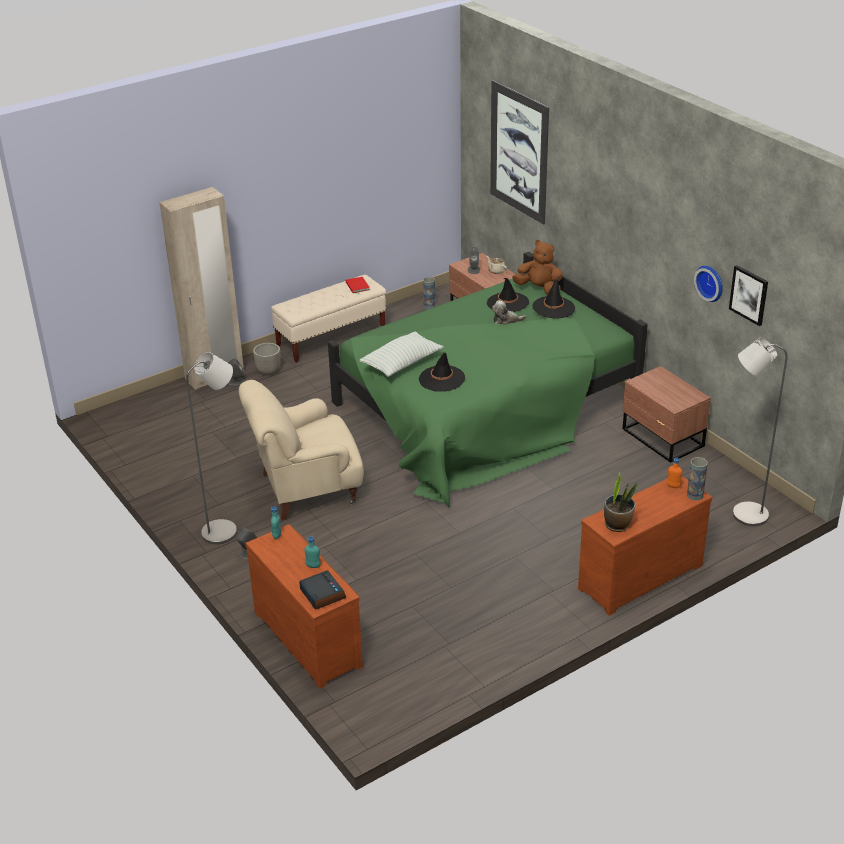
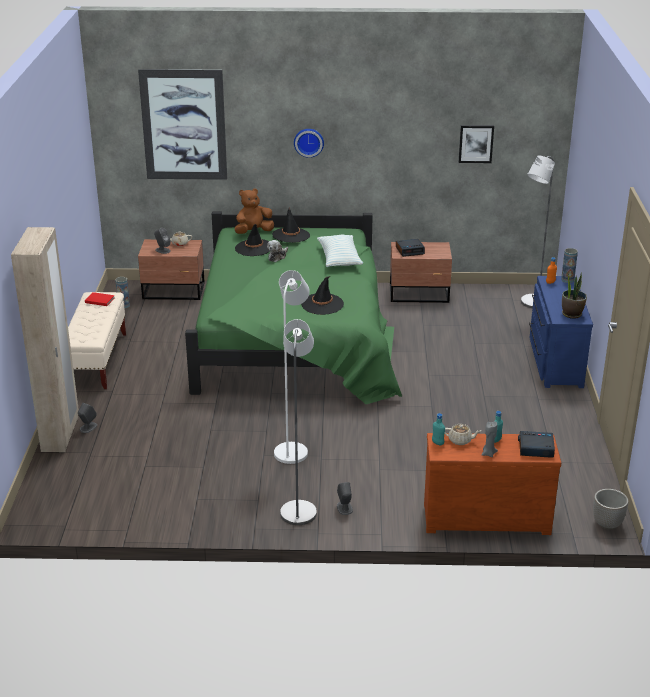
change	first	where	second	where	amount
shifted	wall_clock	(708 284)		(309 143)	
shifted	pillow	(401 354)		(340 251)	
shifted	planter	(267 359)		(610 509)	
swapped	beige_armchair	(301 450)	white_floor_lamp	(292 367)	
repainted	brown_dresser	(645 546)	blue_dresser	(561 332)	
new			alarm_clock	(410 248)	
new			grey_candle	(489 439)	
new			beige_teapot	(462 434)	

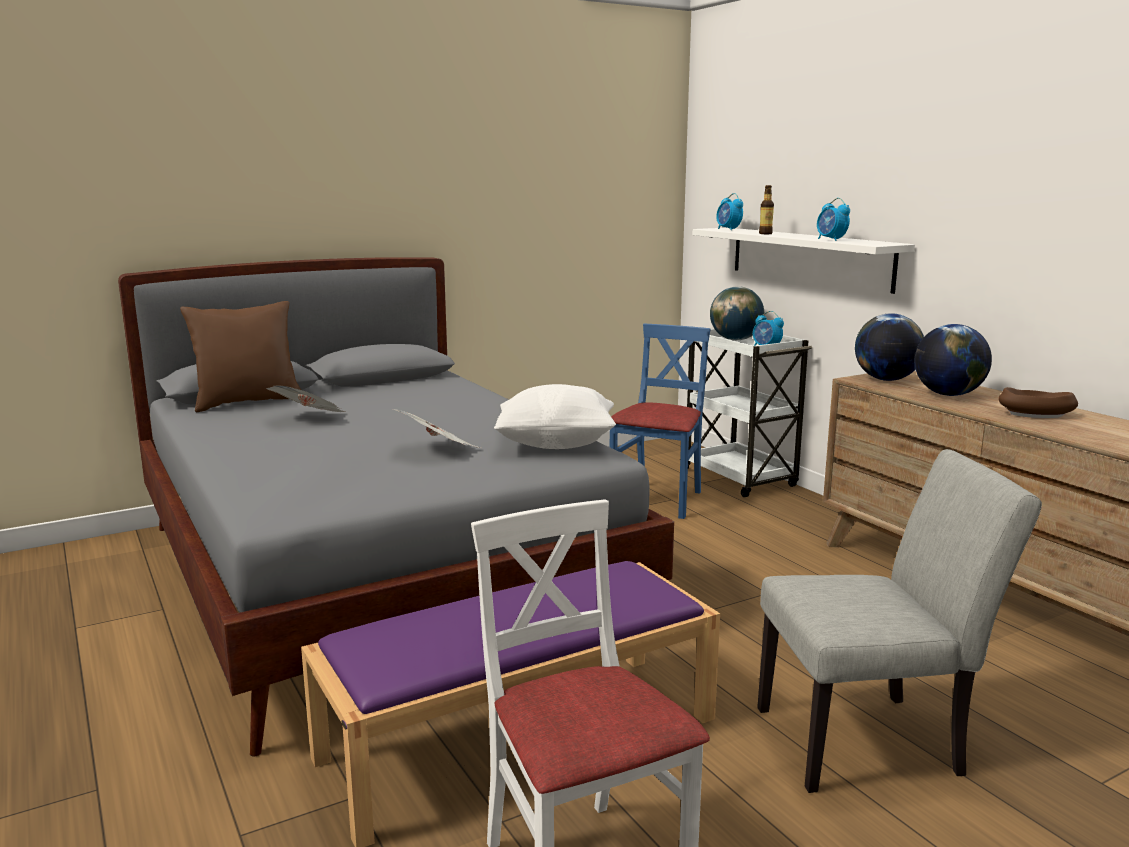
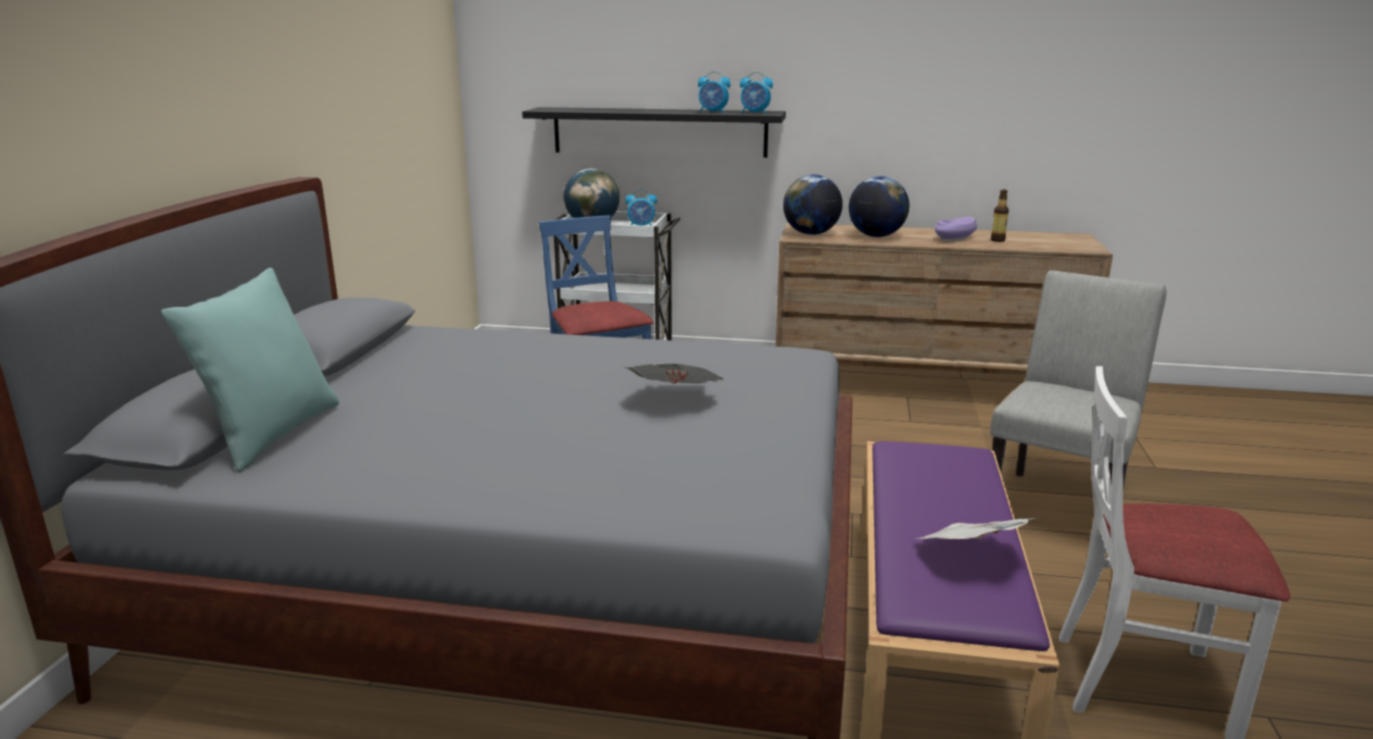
change	first	where	second	where	amount
shifted	bottle	(766 209)		(1000 215)	
shifted	alarm_clock	(729 211)		(756 93)	
repainted	white_shelf	(804 261)	black_shelf	(654 132)	
repainted	brown_pillow	(240 356)	turquoise_pillow	(250 370)	
gone	white_pillow	(555 416)			
shifted	newspaper	(306 399)		(975 529)	
repainted	brown_bowl	(1038 402)	purple_bowl	(956 229)	

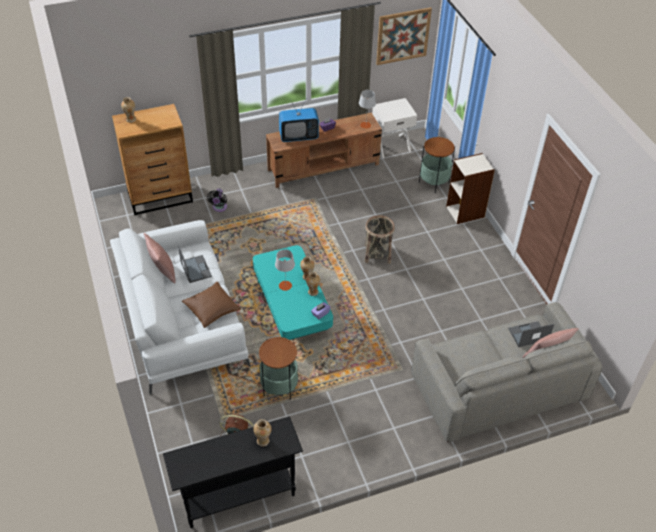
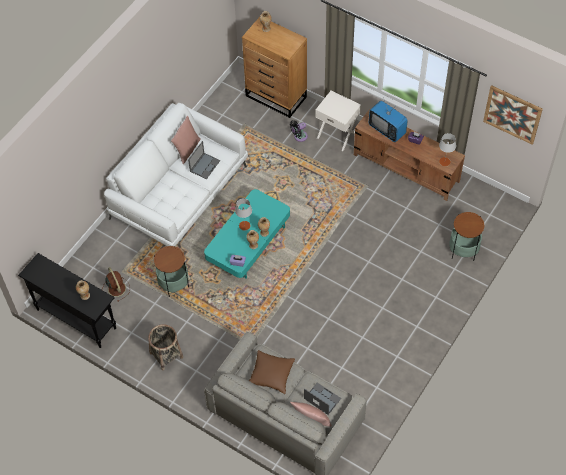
change	first	where	second	where	amount
shifted	white_nightstand	(394 128)		(338 121)	
gone	bookcase	(470 188)			
shifted	basket	(380 239)		(165 347)	
shifted	brown_pillow	(211 305)		(272 372)	

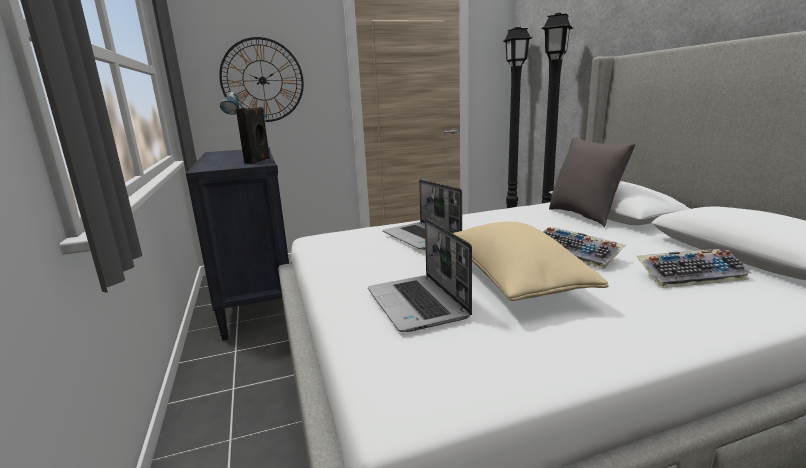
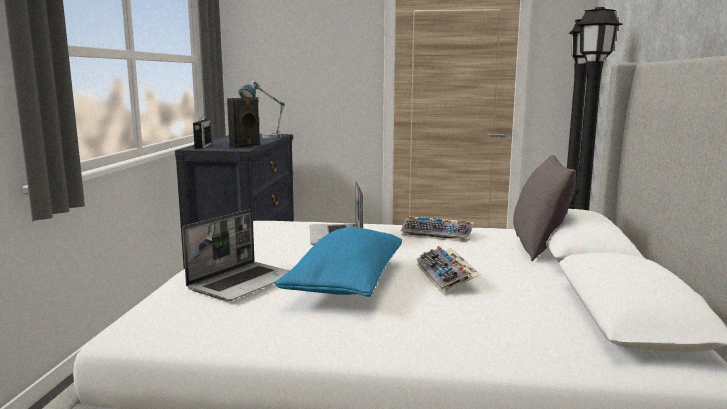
change	first	where	second	where	amount
gone	wall_clock	(261 79)			
rotated	laptop	(420 275)		(235 255)	150 degrees counterclockwise
repainted	beige_pillow	(531 261)	blue_pillow	(338 262)	
shifted	keyboard	(694 268)		(437 229)	
new			radio	(202 132)	

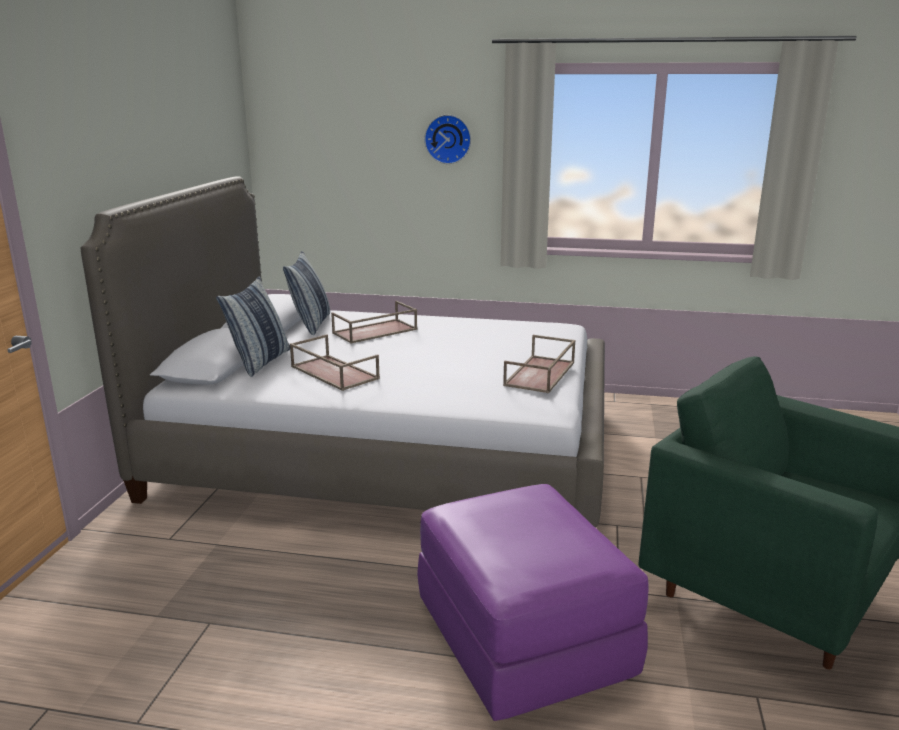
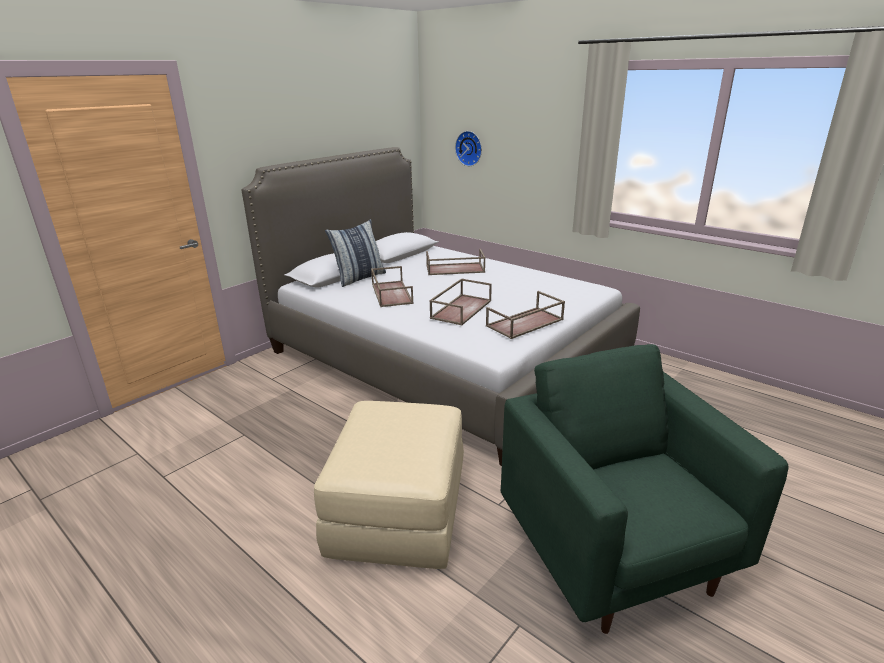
change	first	where	second	where	amount
shifted	wall_clock	(447 139)		(468 148)	
gone	pillow	(306 293)			
repainted	purple_ottoman	(532 602)	beige_ottoman	(389 485)	
new			brown_tray	(460 301)	

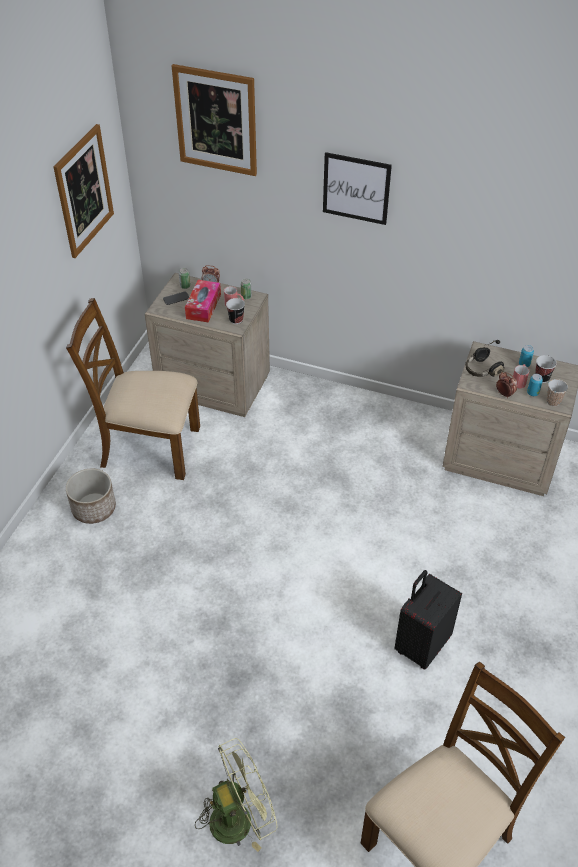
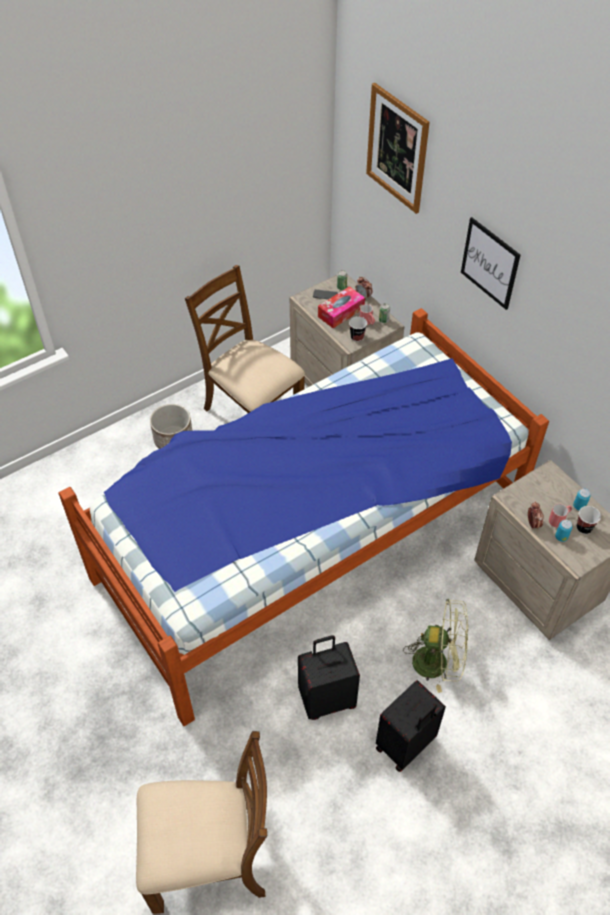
change	first	where	second	where	amount
gone	picture	(84 191)			
gone	black_headphones	(485 358)			
gone	cup	(557 393)			
shifted	green_fan	(236 795)		(435 646)	
new			bed	(303 517)	
new			black_suitcase	(411 726)	

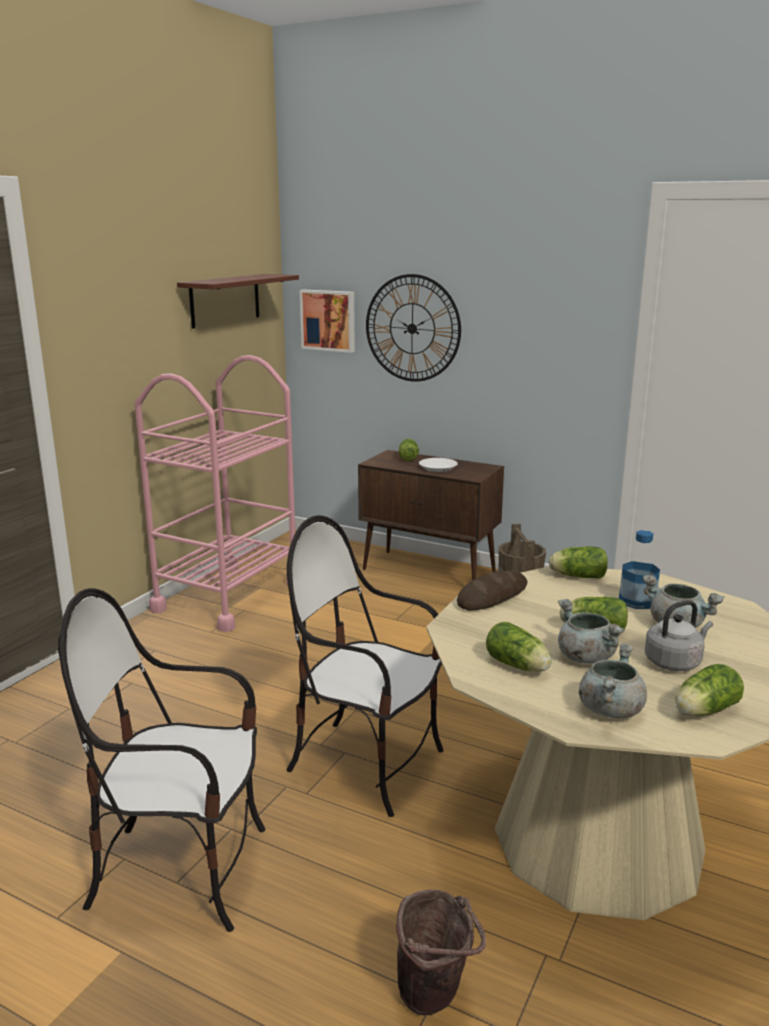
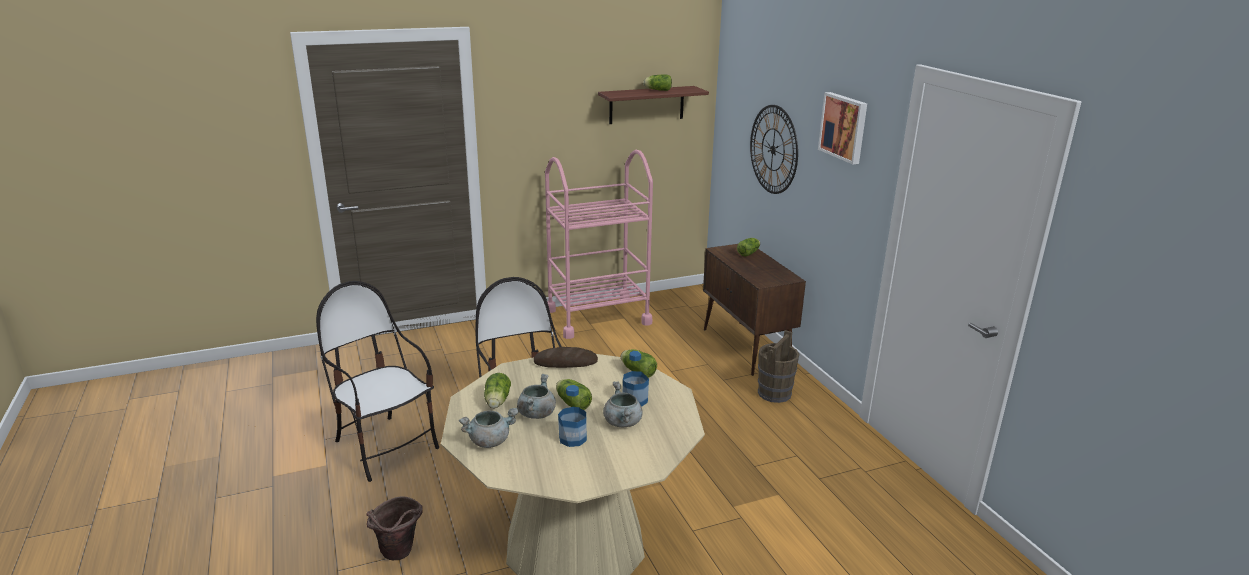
change	first	where	second	where	amount
shifted	picture	(327 321)		(842 128)	
gone	white_plate	(438 465)			
swapped	grey_kettle	(679 635)	bottle	(572 416)	
shifted	lettuce	(709 690)		(657 82)	

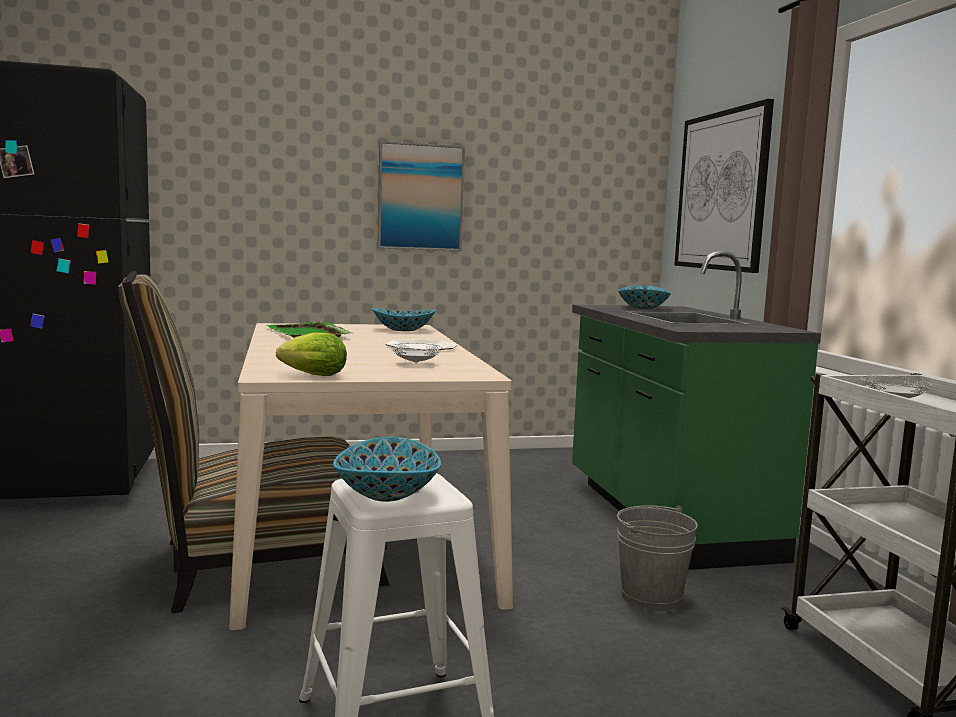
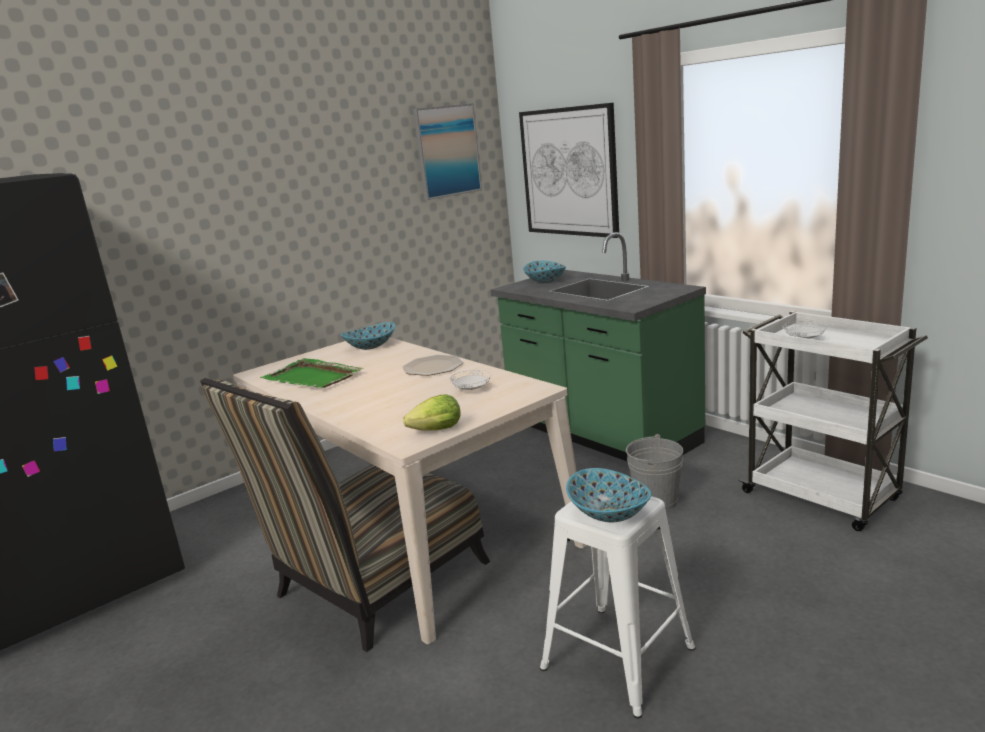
change	first	where	second	where	amount
shifted	picture	(421 196)		(447 151)	

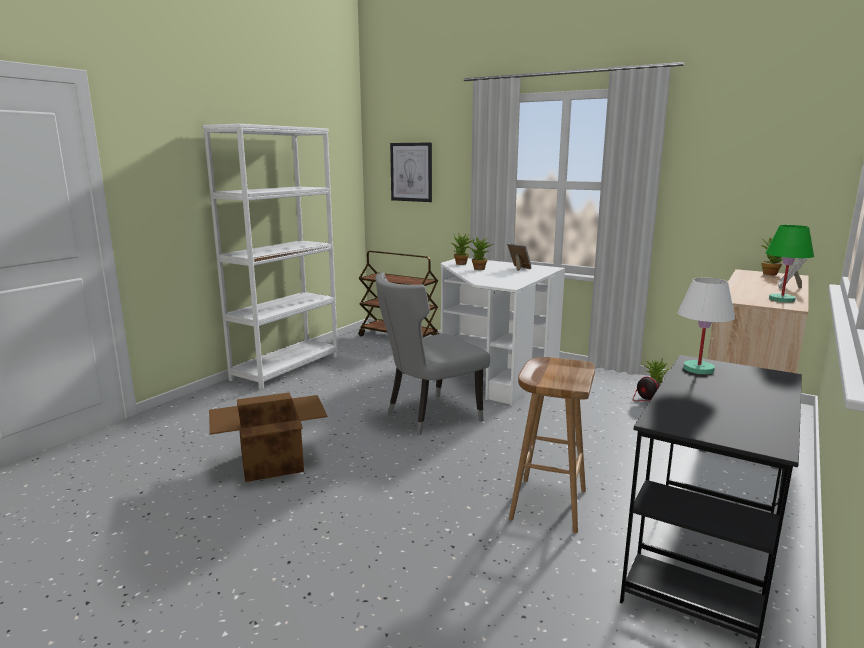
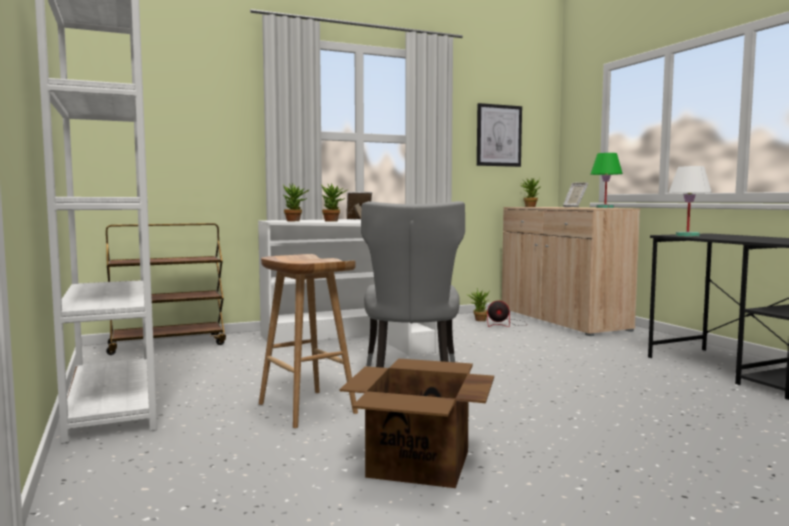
change	first	where	second	where	amount
shifted	picture	(411 172)		(499 135)	
shifted	brown_stool	(552 445)		(308 341)	

